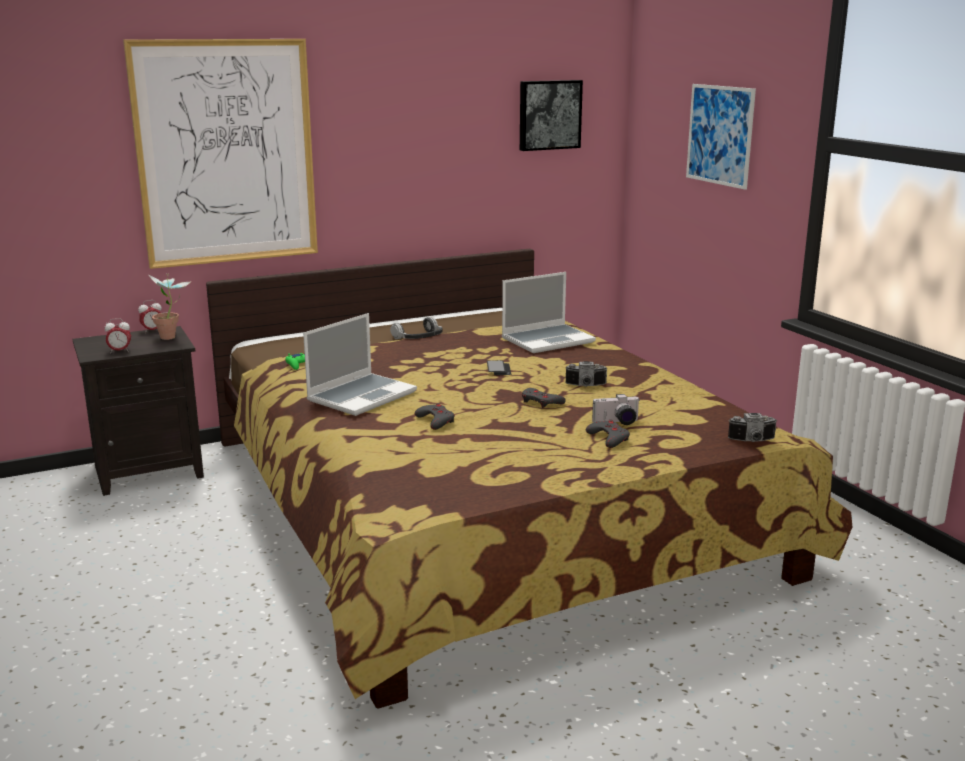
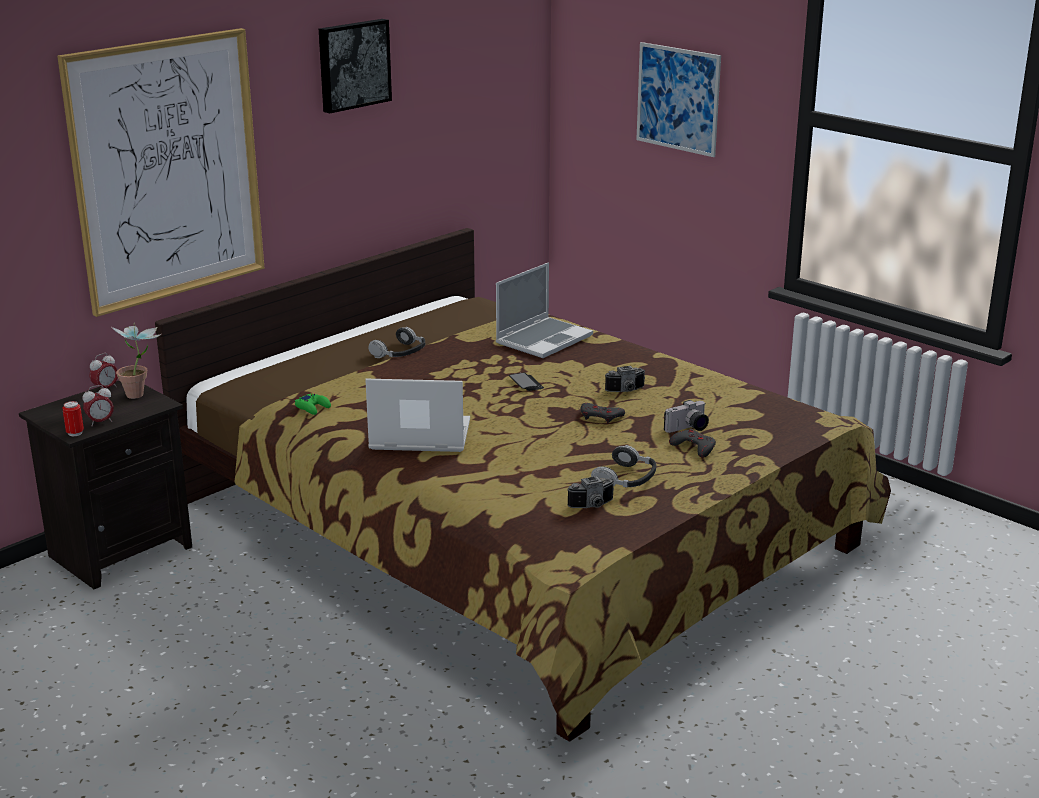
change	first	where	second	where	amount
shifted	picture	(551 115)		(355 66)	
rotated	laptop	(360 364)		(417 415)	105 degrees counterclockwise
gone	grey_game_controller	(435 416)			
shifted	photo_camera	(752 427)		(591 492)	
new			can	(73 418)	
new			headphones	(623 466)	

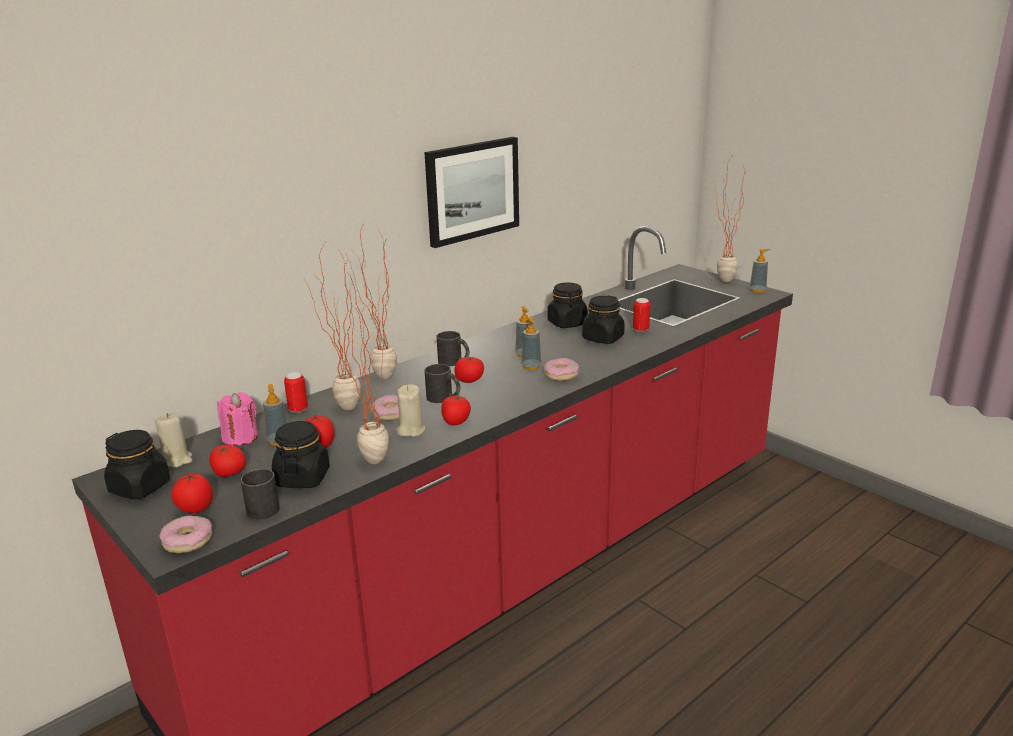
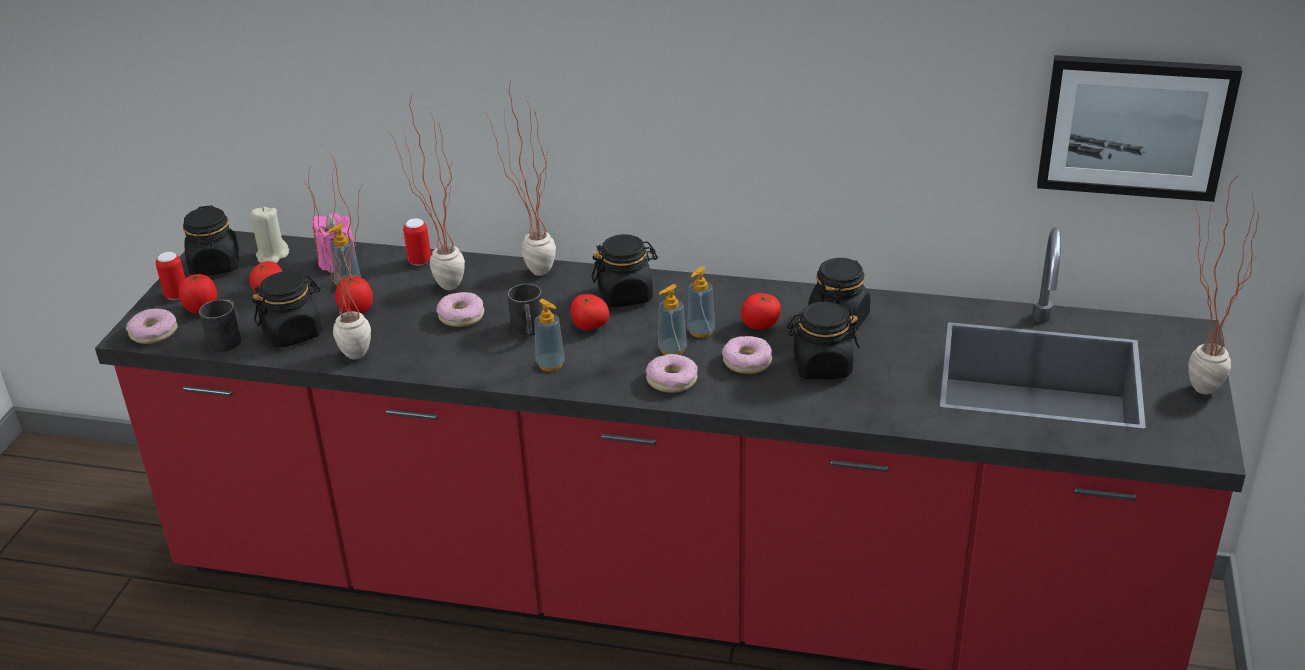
change	first	where	second	where	amount
shifted	picture	(471 192)		(1139 128)	
shifted	soap_dispenser	(760 271)		(549 335)	
shifted	can	(641 315)		(170 276)	
swapped	black_mug	(452 349)	black_jar	(625 270)	
gone	beige_candle	(411 410)			
shifted	tomato	(456 410)		(761 311)	
new			donut	(747 355)	

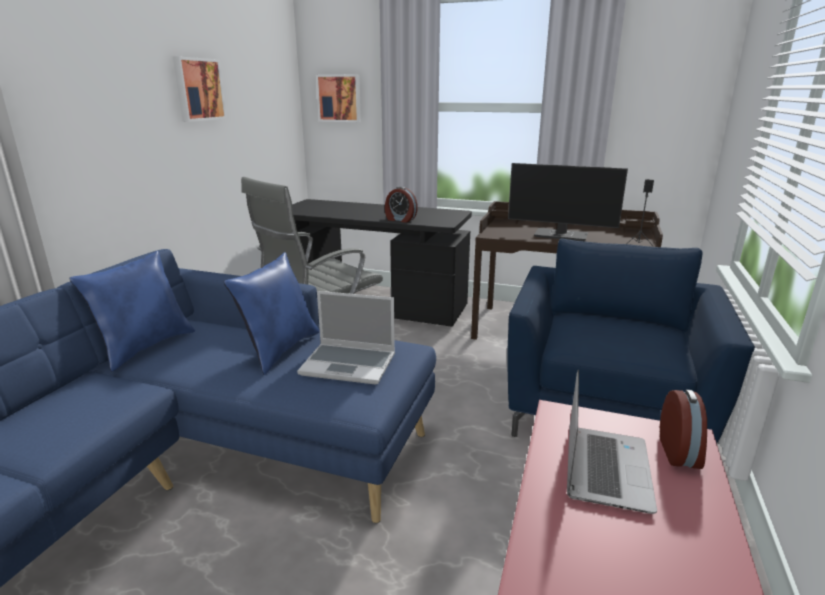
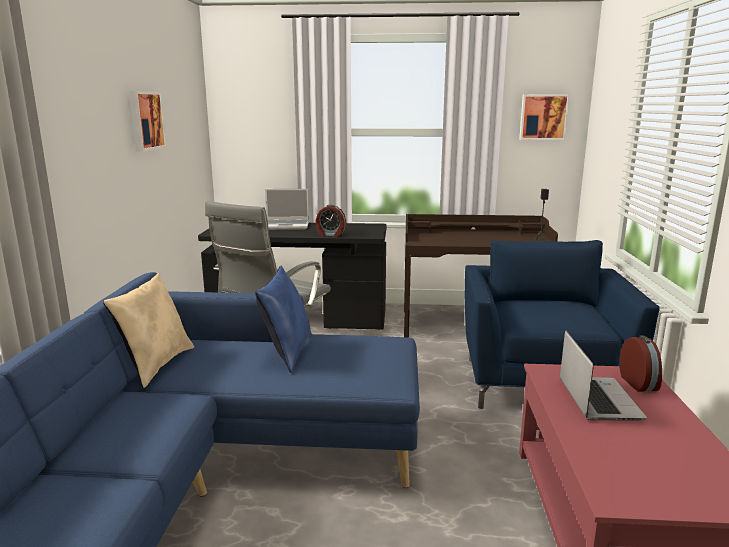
change	first	where	second	where	amount
shifted	picture	(338 98)		(544 117)	
gone	monitor	(568 202)			
repainted	blue_pillow	(132 311)	beige_pillow	(148 330)	
shifted	laptop	(346 338)		(287 209)	

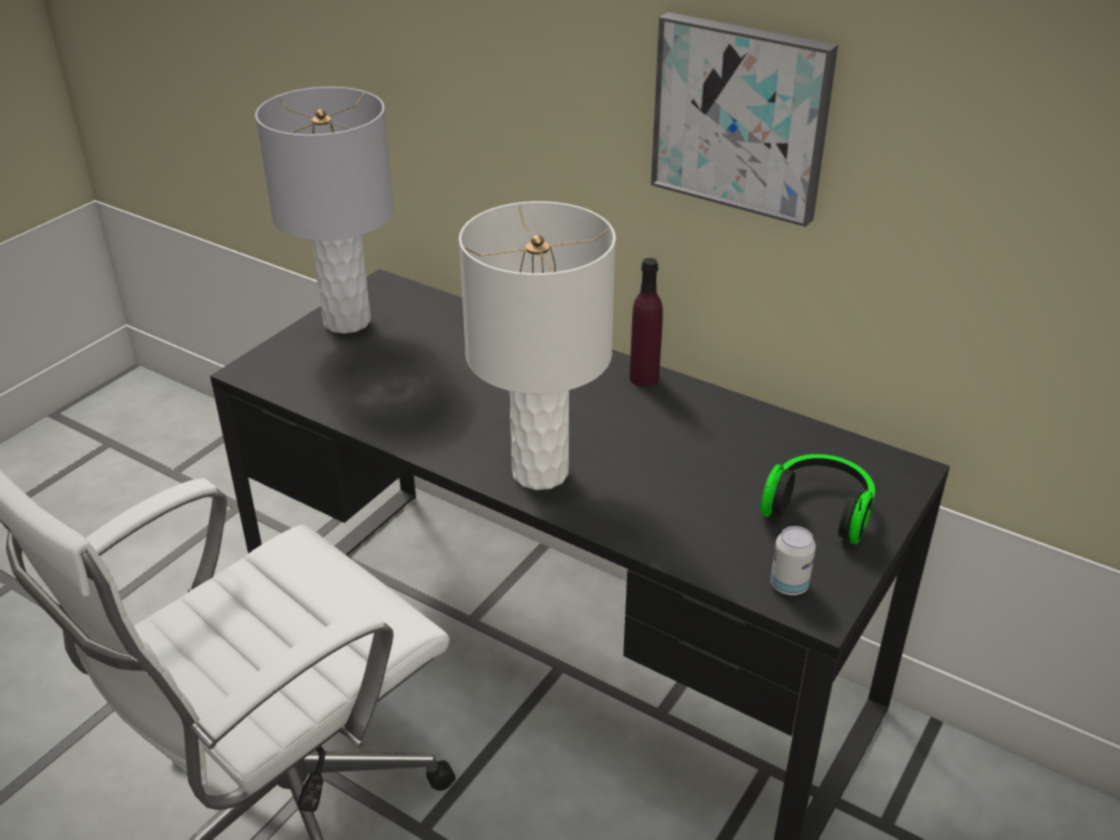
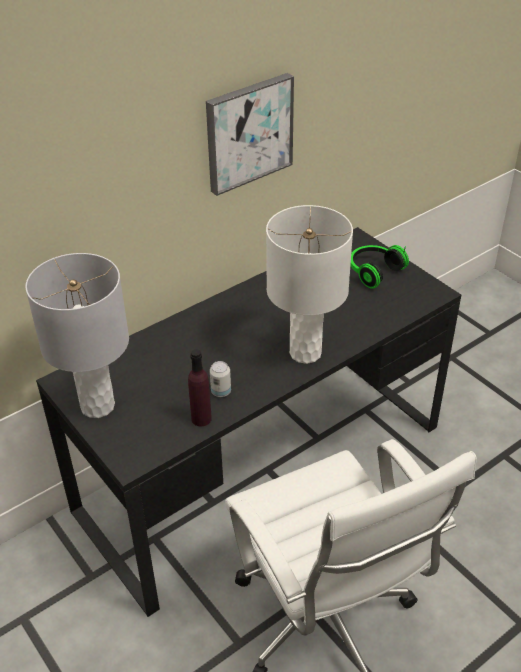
change	first	where	second	where	amount
shifted	purple_bottle	(646 322)		(200 387)	
shifted	can	(793 560)		(220 379)	

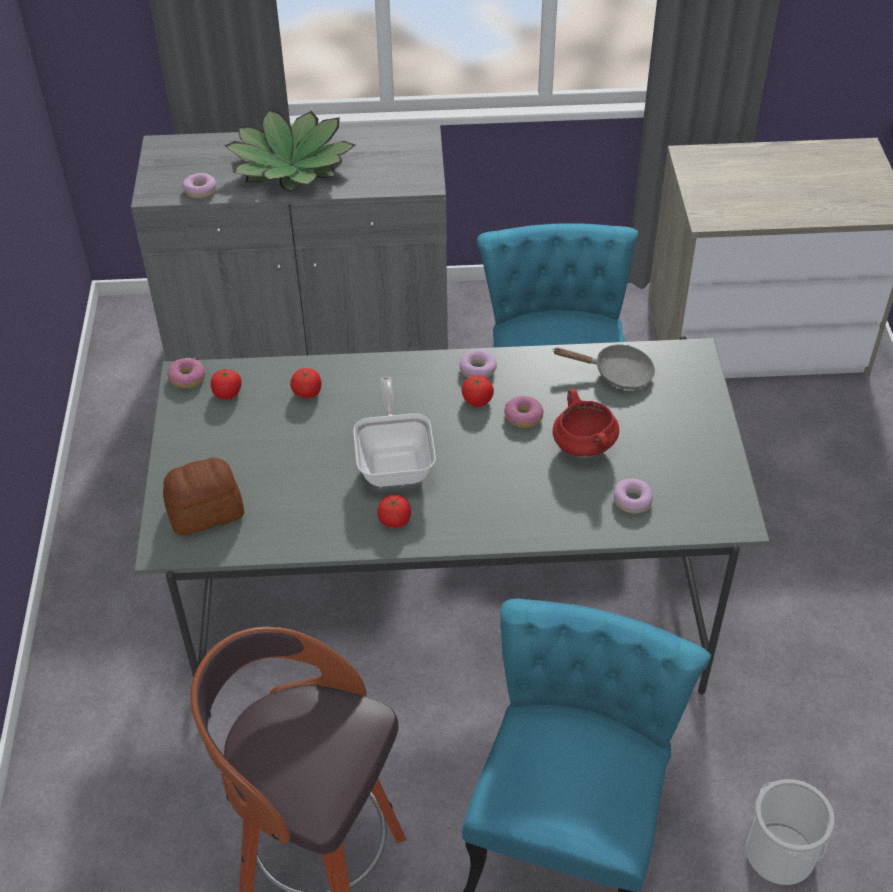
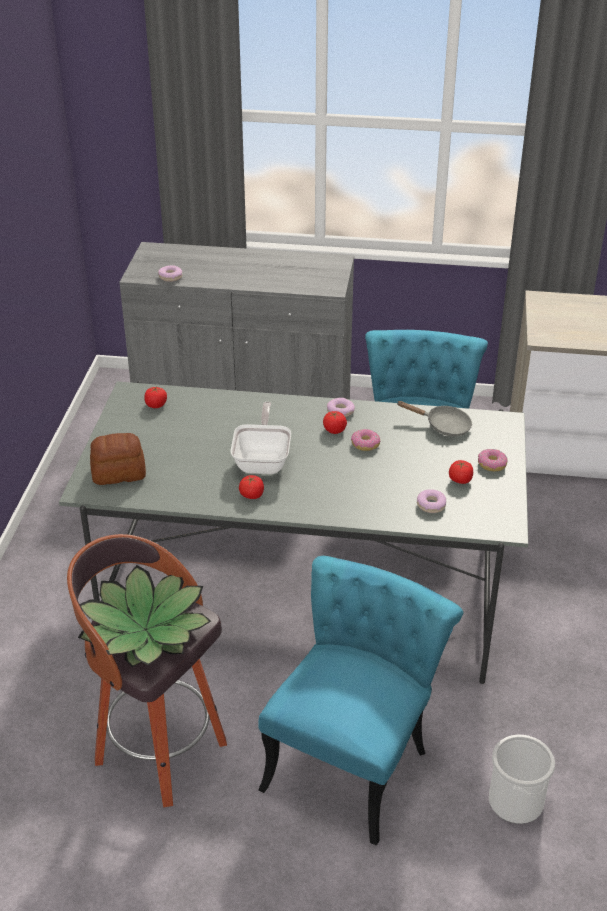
change	first	where	second	where	amount
shifted	potted_plant	(289 150)		(144 616)	
shifted	donut	(186 373)		(493 460)	
shifted	tomato	(305 383)		(461 472)	
gone	red_cooking_pot	(586 423)			

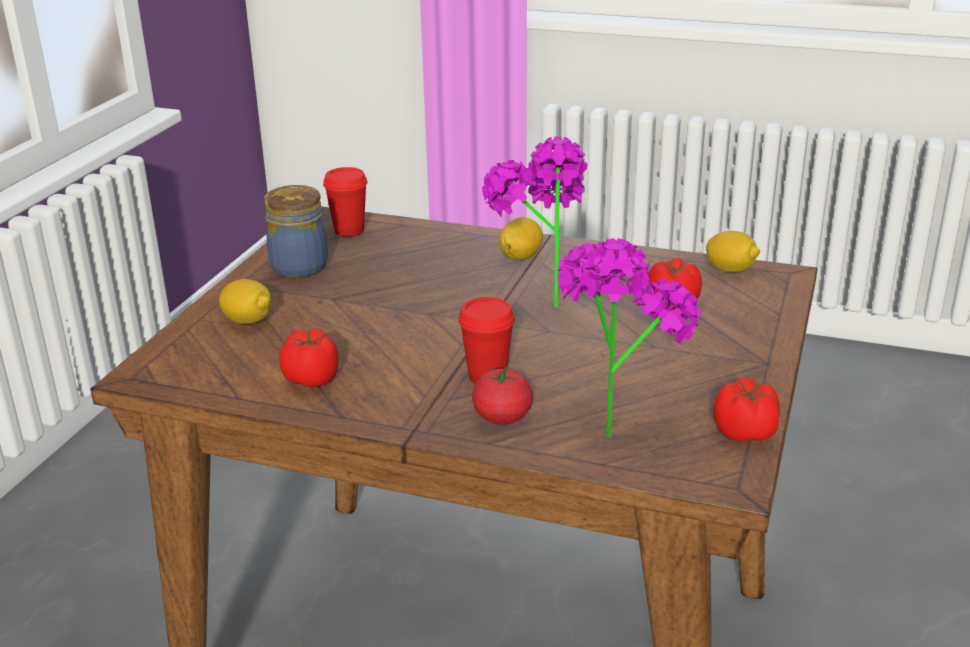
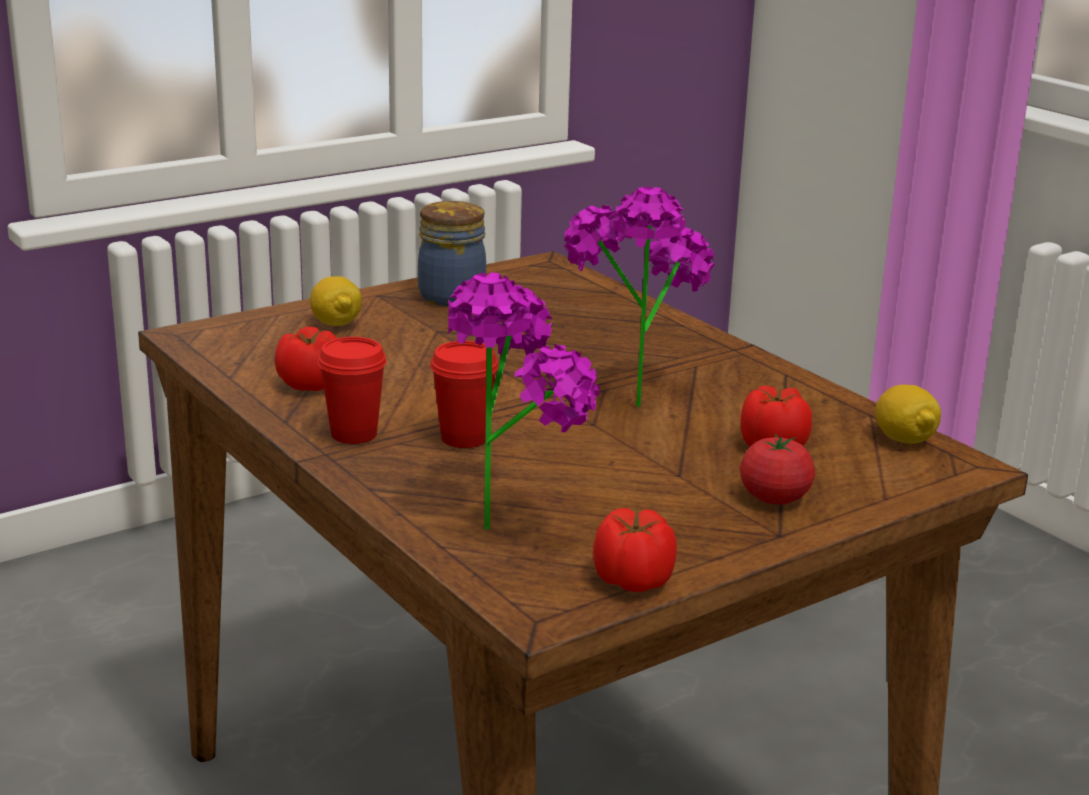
change	first	where	second	where	amount
shifted	red_cup	(345 202)		(352 390)	
gone	lemon	(521 238)			
shifted	tomato	(502 395)		(777 469)	

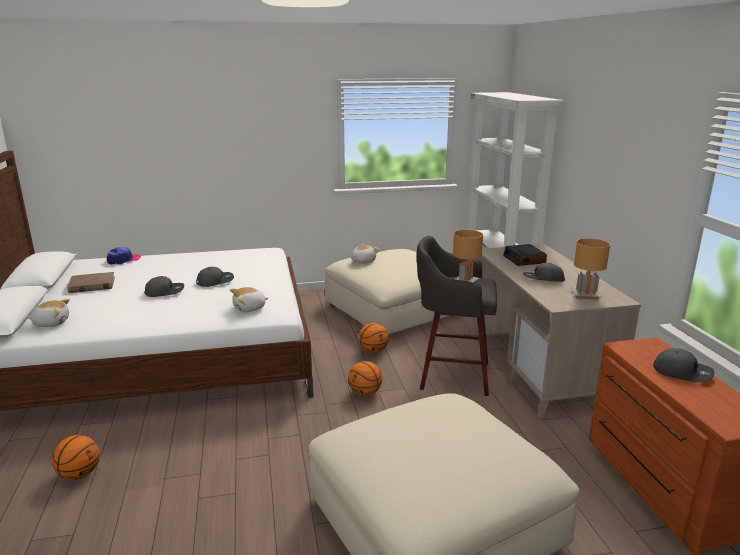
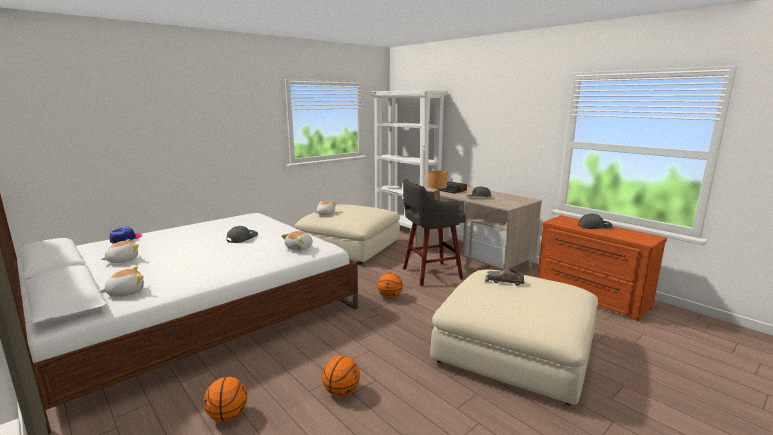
change	first	where	second	where	amount
gone	brown_table_lamp	(591 269)			
swapped	brown_book	(91 282)	plush_toy	(120 251)	
gone	grey_cap	(164 286)			
shifted	basketball	(373 338)		(341 376)	
new			grey_toy_car	(504 276)	

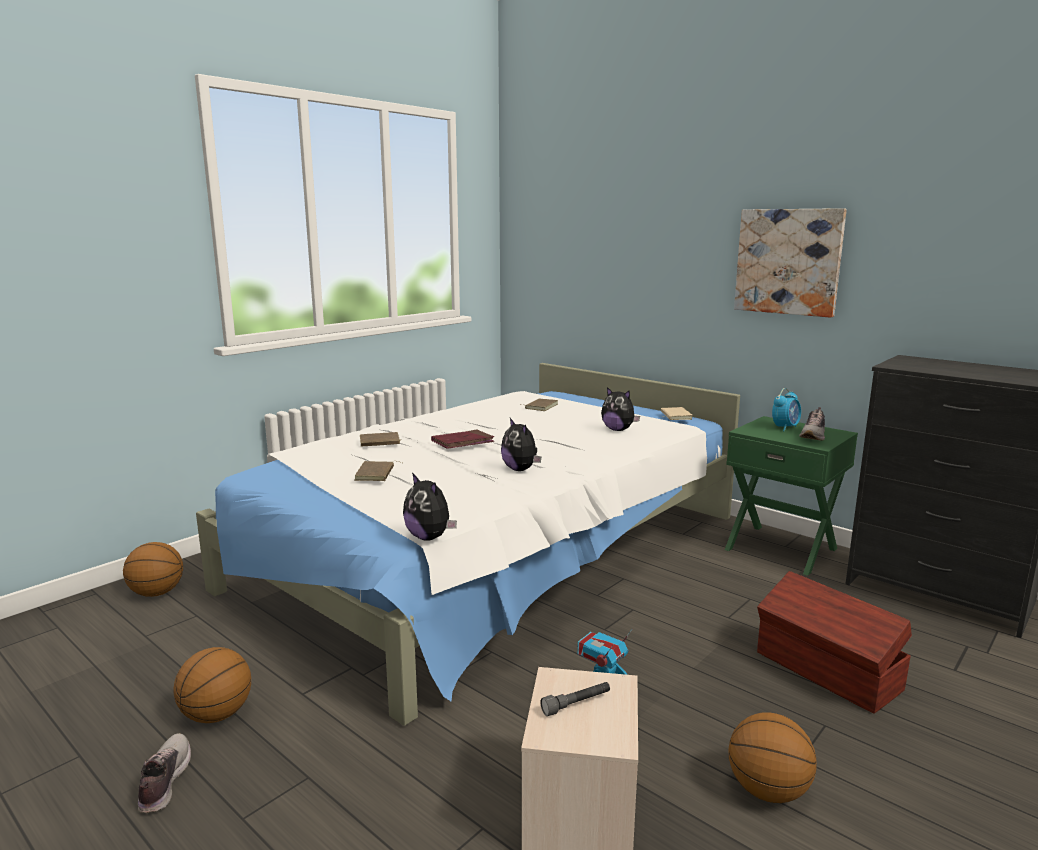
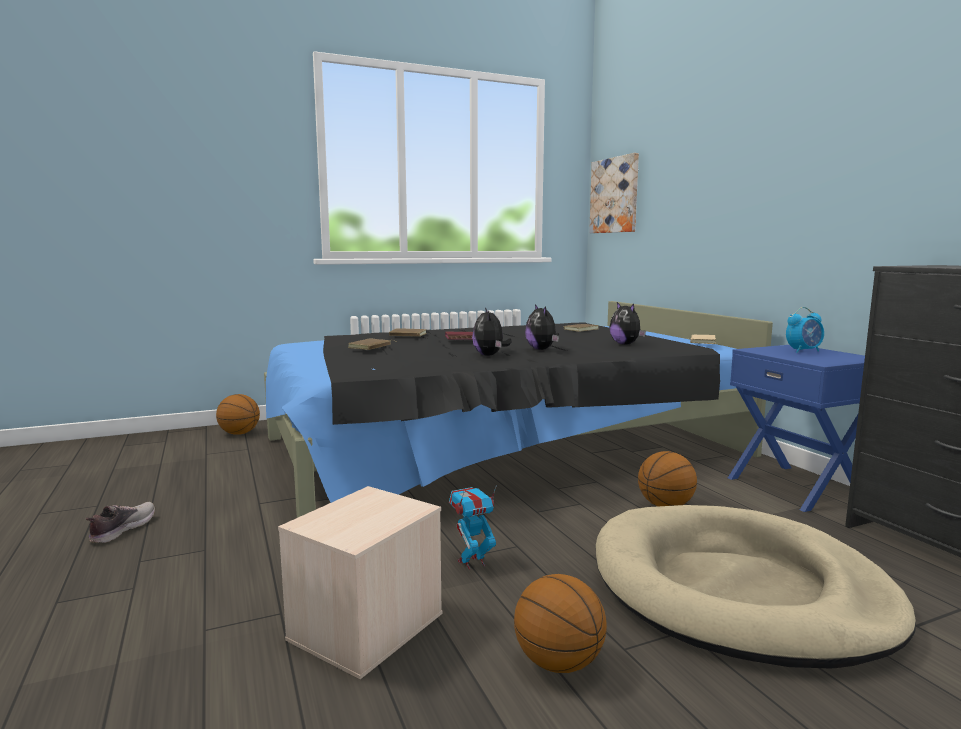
change	first	where	second	where	amount
shifted	picture	(790 263)		(614 193)	
repainted	white_bed	(468 544)	black_bed	(518 409)	
gone	shoe	(812 424)			
repainted	green_nightstand	(791 496)	blue_nightstand	(796 428)	
shifted	plush_toy	(430 507)		(542 327)	
swapped	brown_storage_box	(834 642)	beige_dog_bed	(756 586)	
shifted	basketball	(212 685)		(667 478)	
gone	grey_flashlight	(575 699)			

